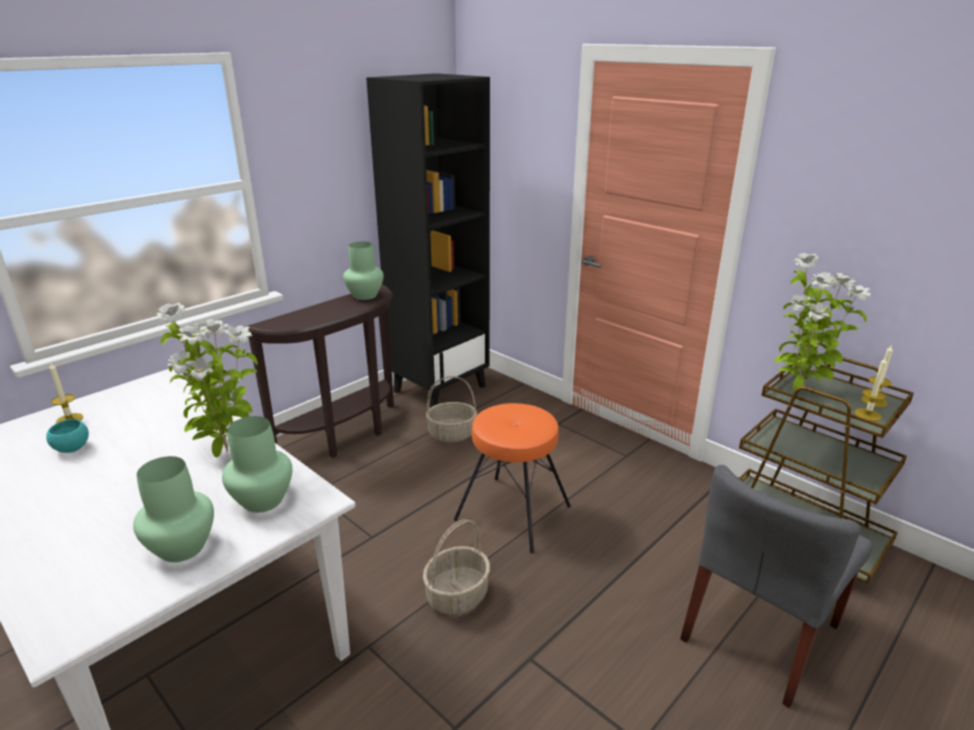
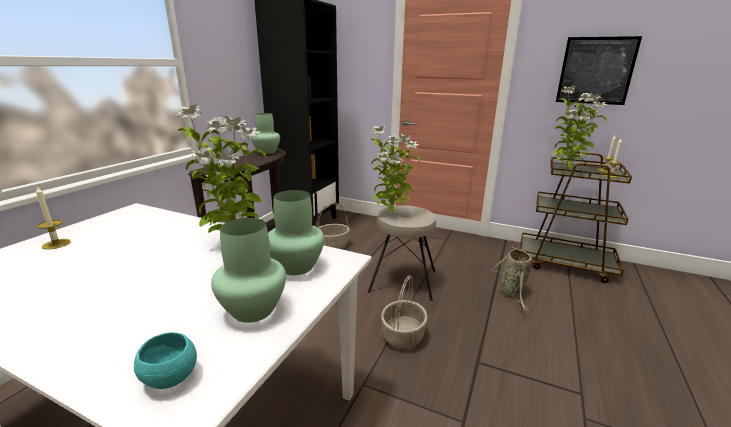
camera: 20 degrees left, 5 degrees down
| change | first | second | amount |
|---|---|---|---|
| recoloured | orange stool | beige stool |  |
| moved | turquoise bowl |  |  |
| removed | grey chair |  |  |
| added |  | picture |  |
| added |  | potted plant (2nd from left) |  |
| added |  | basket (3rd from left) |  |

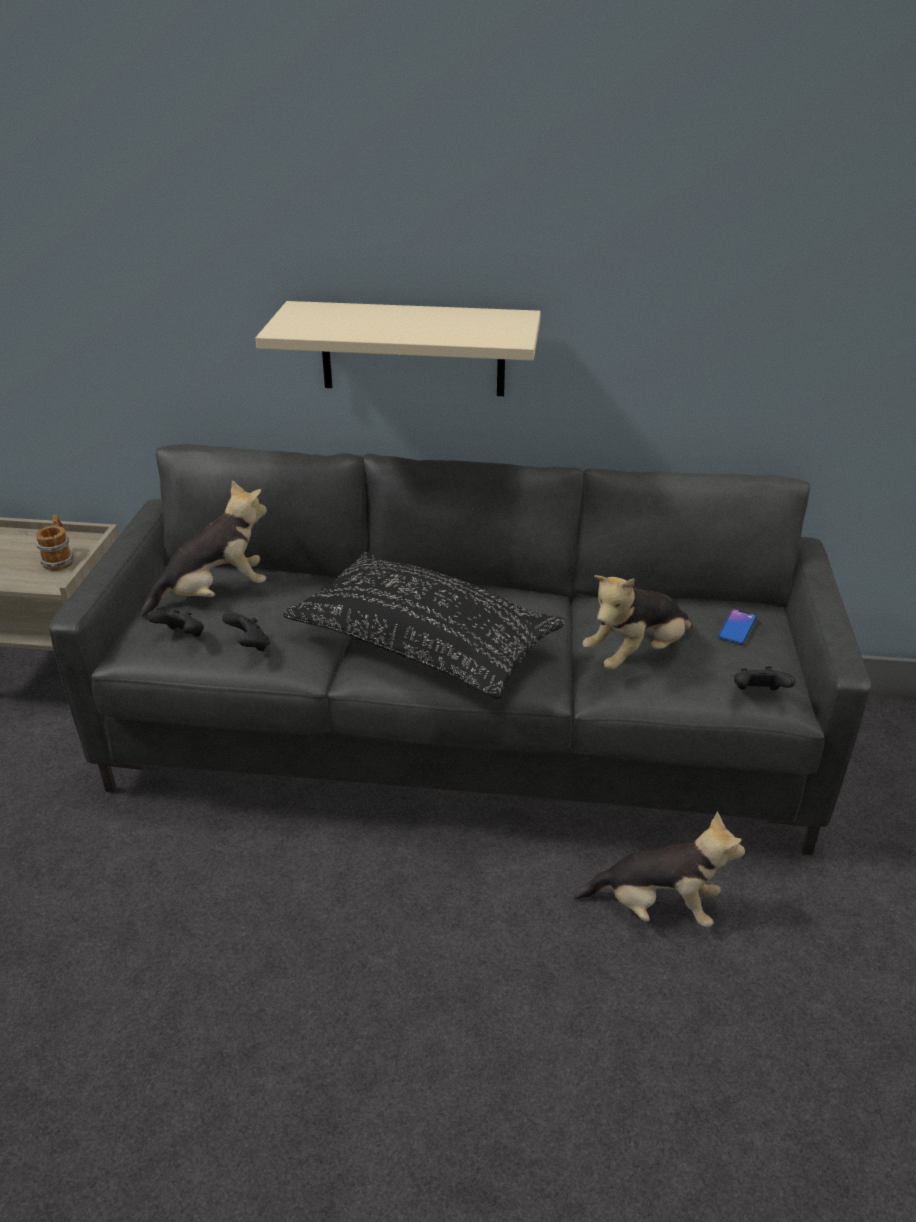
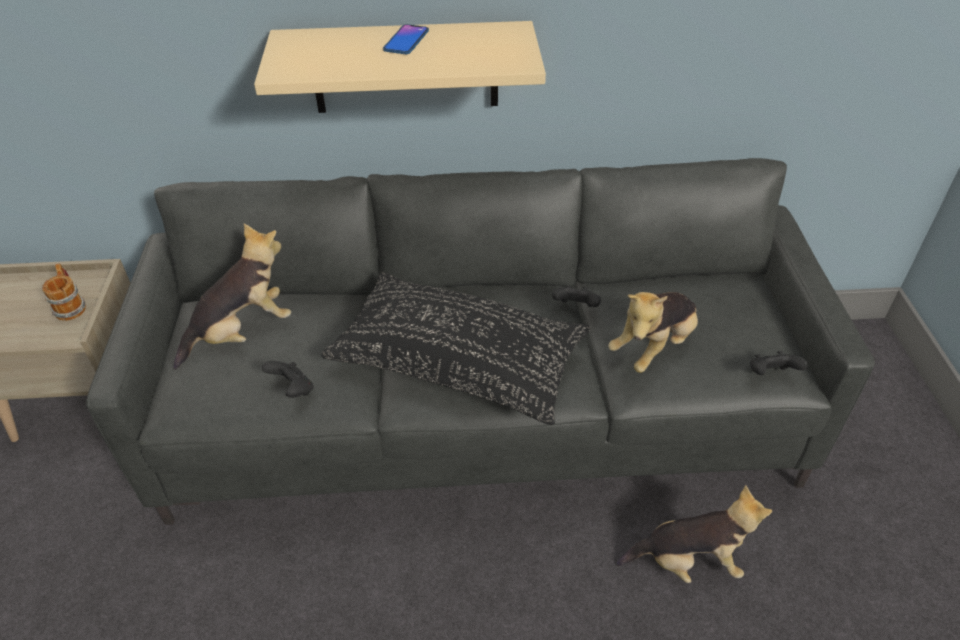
camera: 10 degrees left, 10 degrees up
| change | first | second | amount |
|---|---|---|---|
| moved | phone |  |  |
| moved | black game controller (1st from left in the first image) | black game controller (2nd from left) |  |

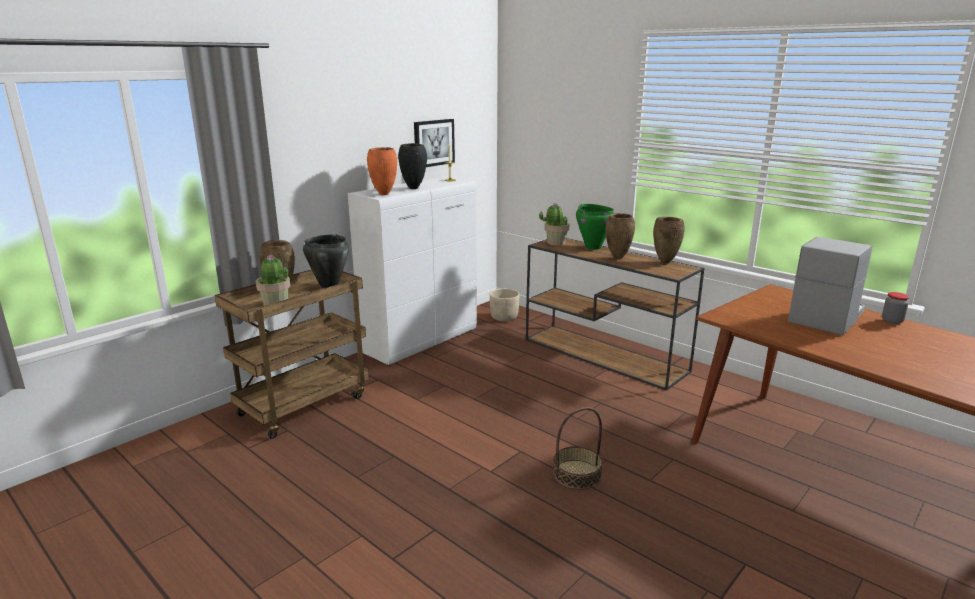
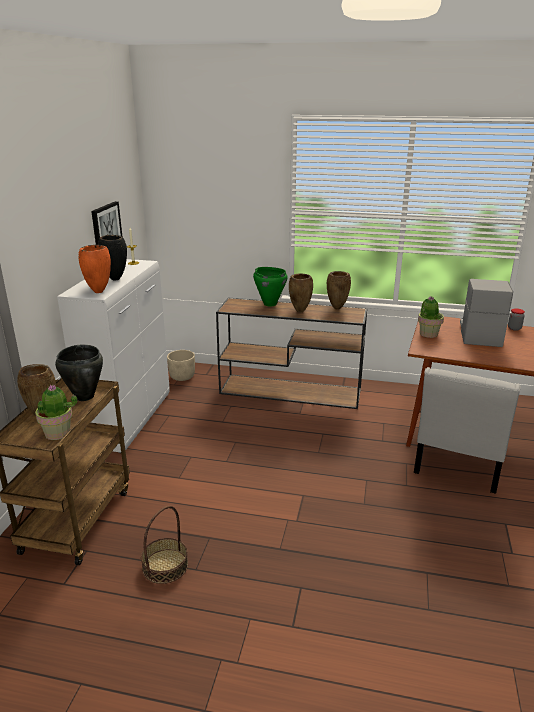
camera: 30 degrees left, 5 degrees up
| change | first | second | amount |
|---|---|---|---|
| moved | potted plant (2nd from left) |  |  |
| moved | basket |  |  |
| added |  | white chair |  |

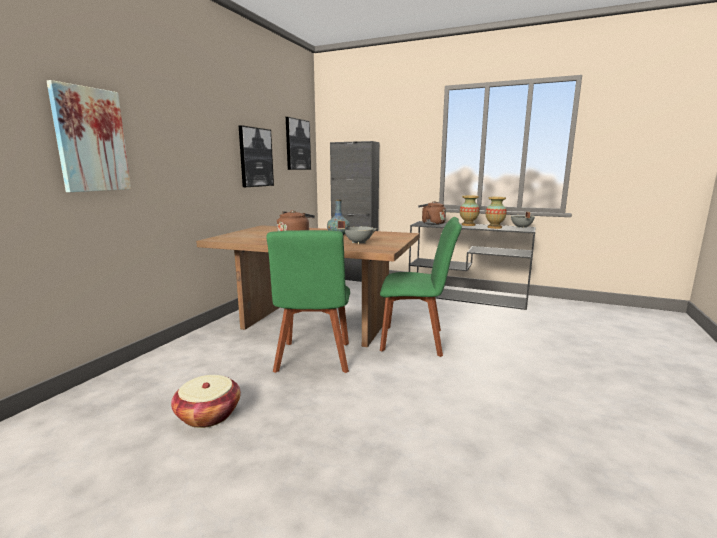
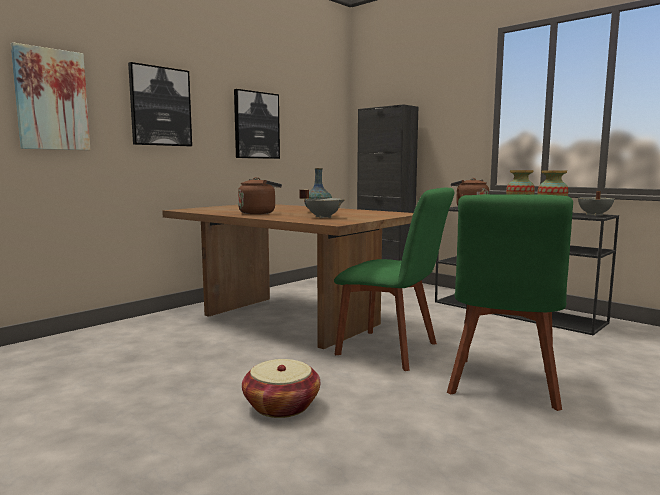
camera: 20 degrees right, 5 degrees down
| change | first | second | amount |
|---|---|---|---|
| moved | picture (3rd from left in the first image) | picture (2nd from left) |  |
| moved | green chair (1st from left in the first image) | green chair (2nd from left) |  |
| moved | basket |  |  |

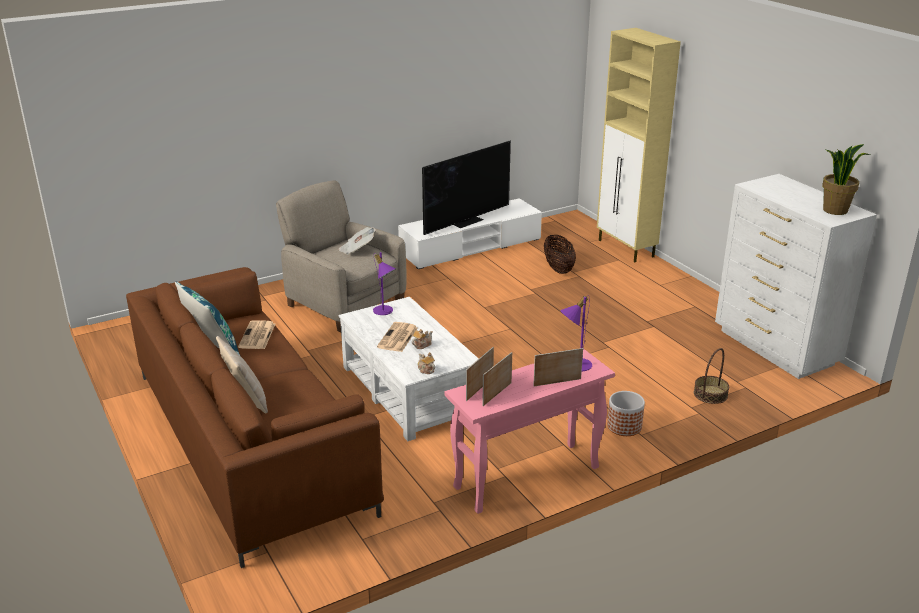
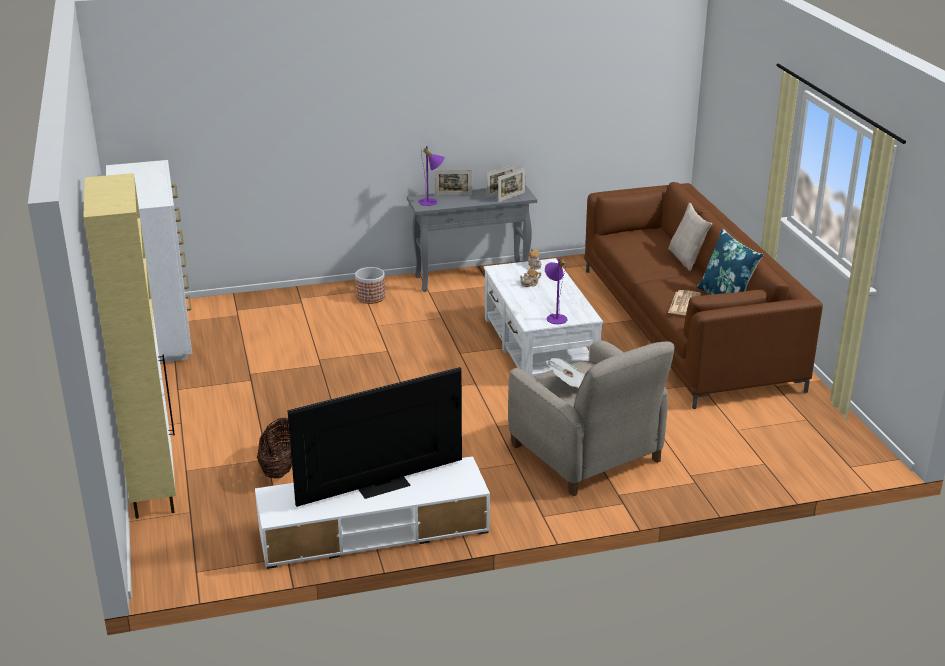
camera: 165 degrees left, 0 degrees up
| change | first | second | amount |
|---|---|---|---|
| removed | potted plant |  |  |
| removed | newspaper (3rd from left) |  |  |
| removed | basket (2nd from left) |  |  |
| recoloured | pink console table | grey console table |  |

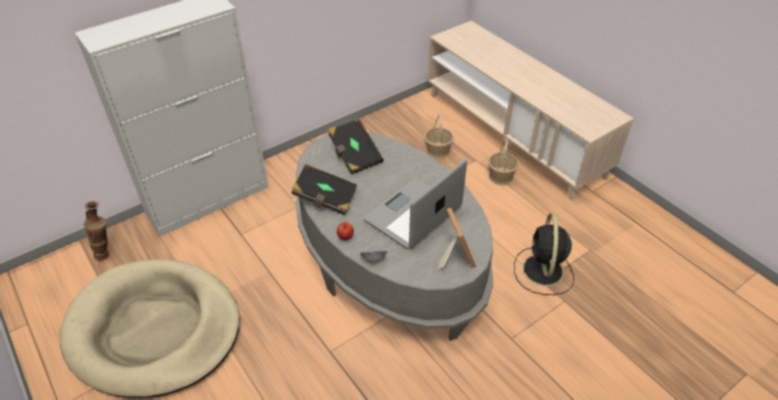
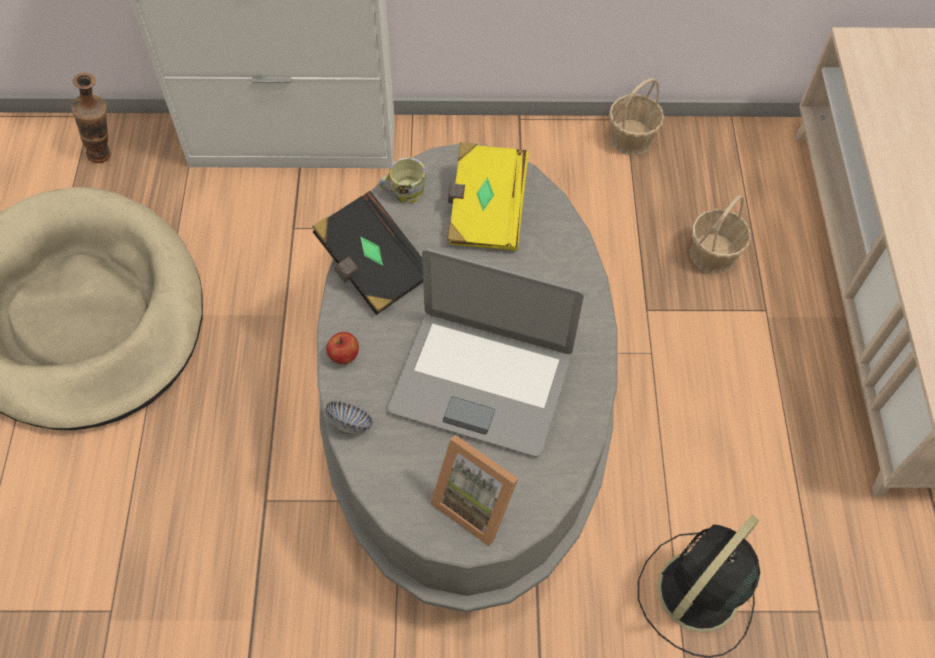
camera: 35 degrees right, 15 degrees up
| change | first | second | amount |
|---|---|---|---|
| recoloured | black book (2nd from left) | yellow book |  |
| moved | basket (2nd from left in the first image) | basket (1st from left) |  |
| turned | laptop |  | 150 degrees counterclockwise |
| turned | picture frame |  | 105 degrees clockwise |
| added |  | mug |  |

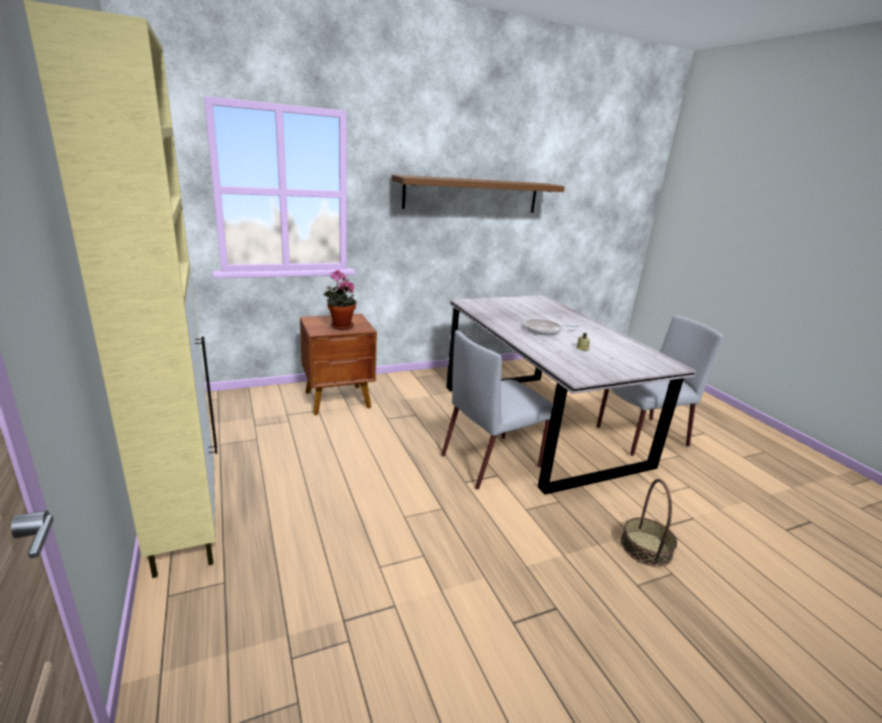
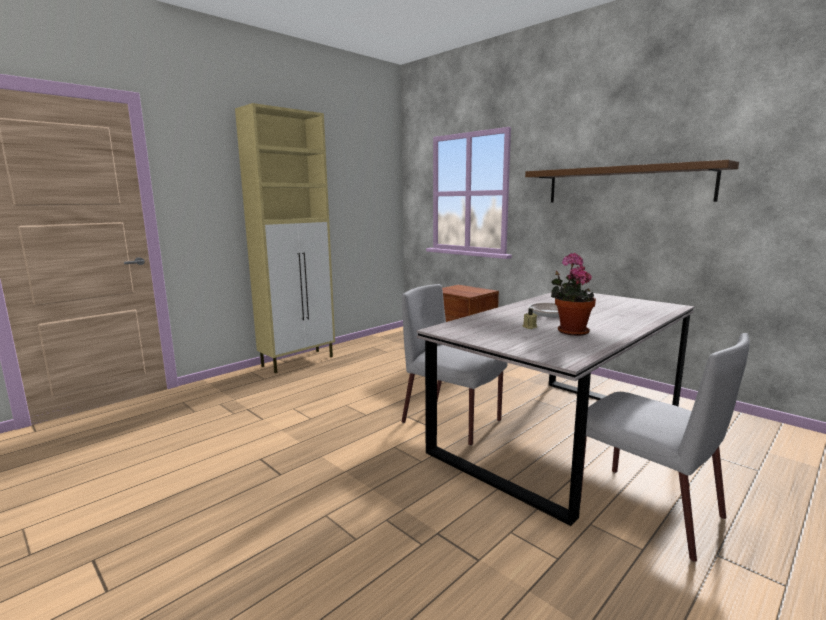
camera: 70 degrees right, 10 degrees down
| change | first | second | amount |
|---|---|---|---|
| moved | potted plant |  |  |
| removed | basket |  |  |

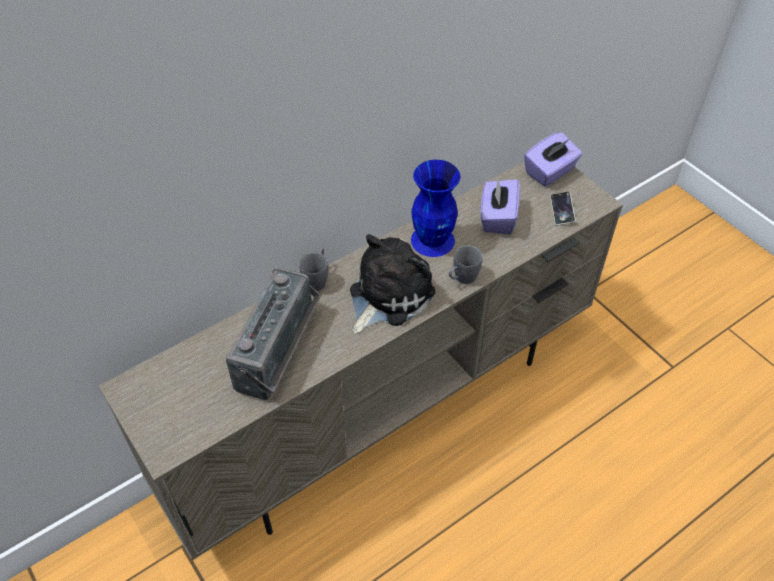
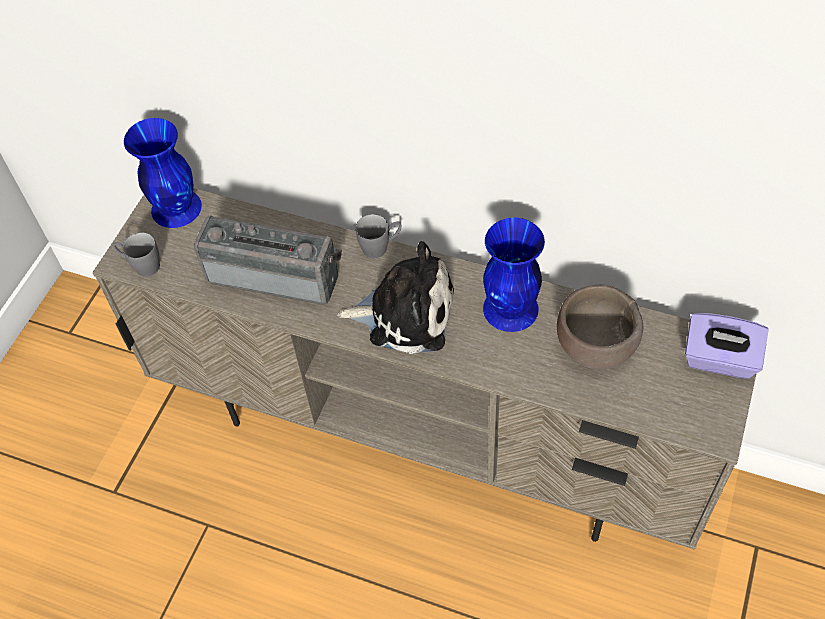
camera: 60 degrees right, 5 degrees up
| change | first | second | amount |
|---|---|---|---|
| replaced | purple tissue box (1st from left) | brown bowl |  |
| removed | phone |  |  |
| moved | grey mug (2nd from left in the first image) | grey mug (1st from left) |  |
| turned | radio |  | 150 degrees counterclockwise |
| added |  | blue vase (1st from left) |  |

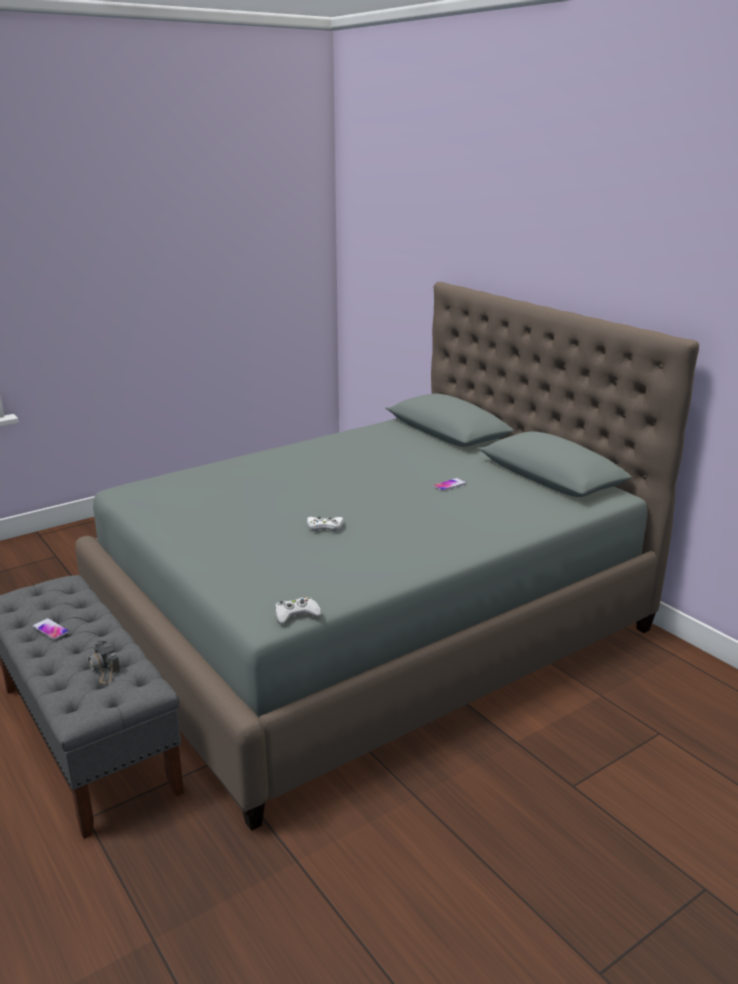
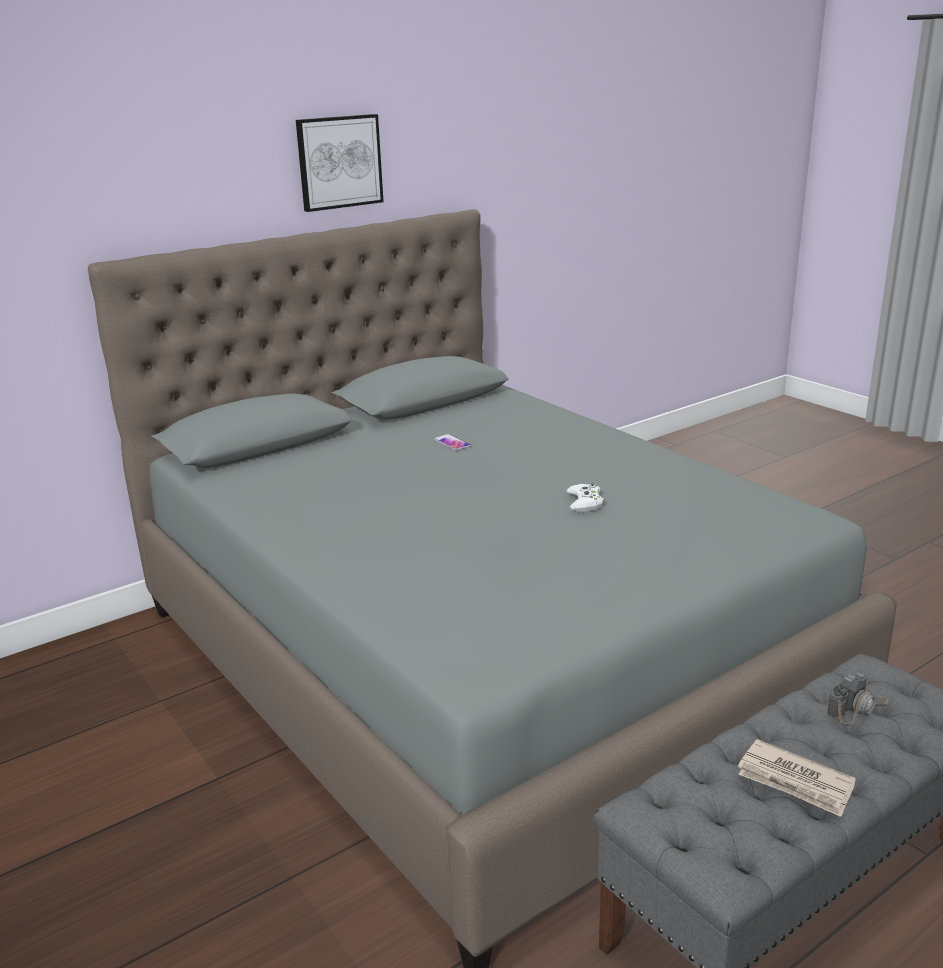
camera: 90 degrees left, 0 degrees up
| change | first | second | amount |
|---|---|---|---|
| removed | white game controller (1st from left) |  |  |
| replaced | phone (1st from left) | newspaper |  |
| added |  | picture |  |

